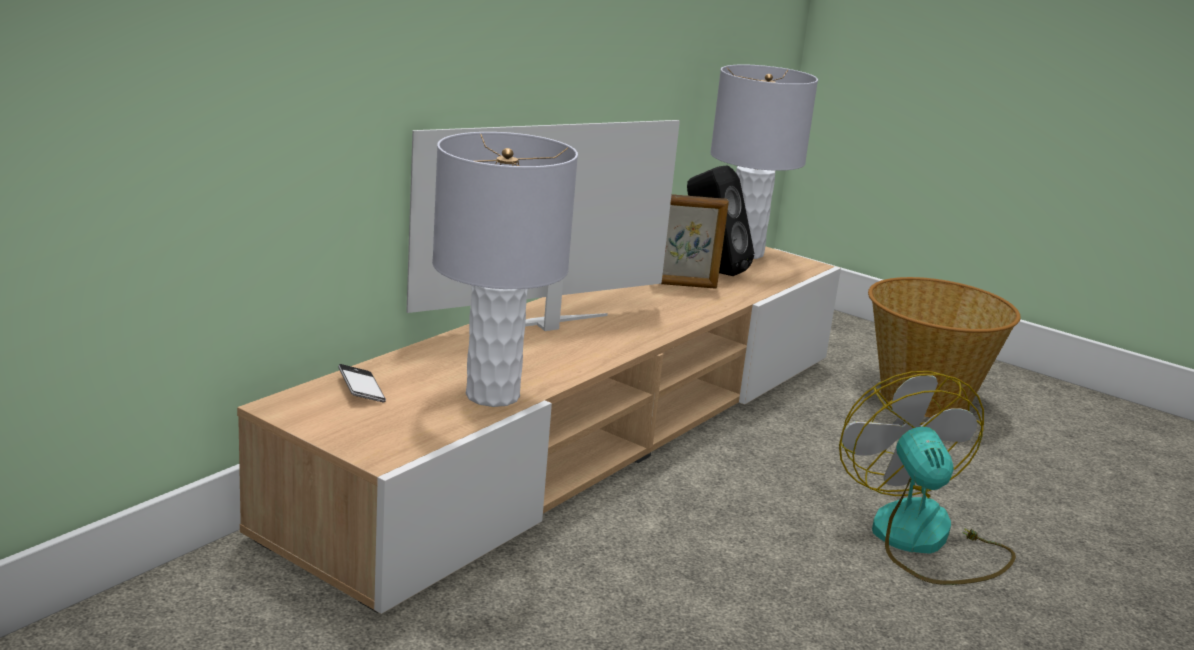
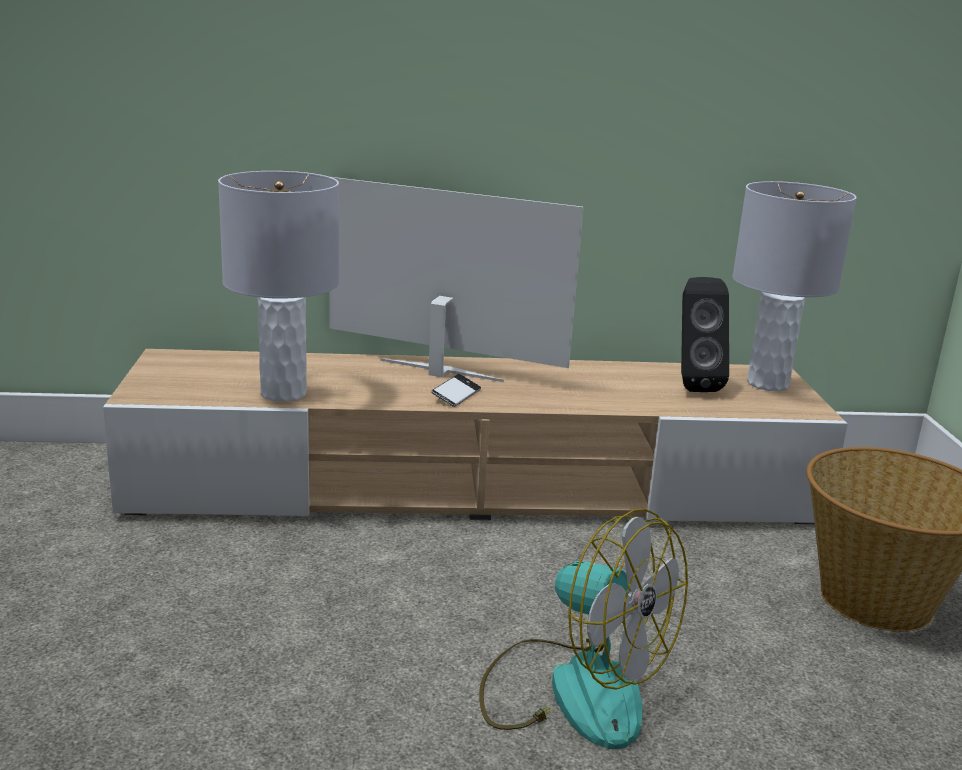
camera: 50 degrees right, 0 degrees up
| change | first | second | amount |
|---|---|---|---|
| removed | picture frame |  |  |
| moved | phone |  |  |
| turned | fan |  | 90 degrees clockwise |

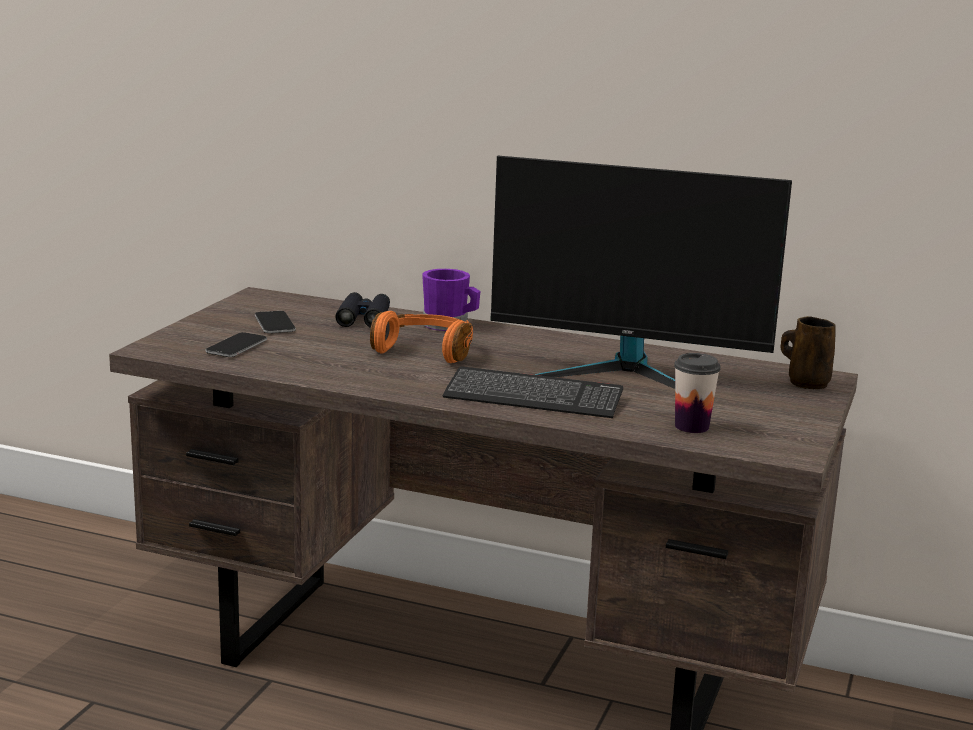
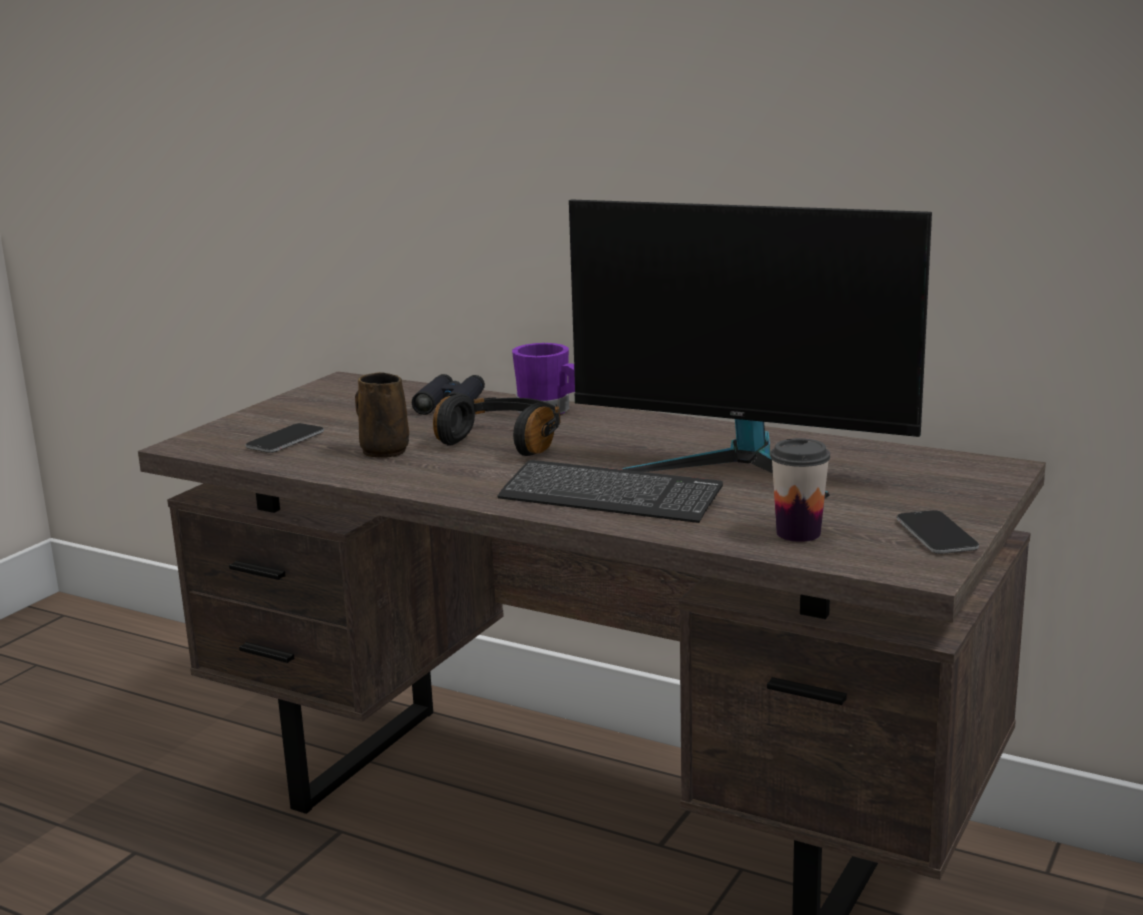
camera: 10 degrees right, 0 degrees up
| change | first | second | amount |
|---|---|---|---|
| moved | phone (2nd from left) |  |  |
| recoloured | orange headphones | black headphones |  |
| moved | brown mug |  |  |

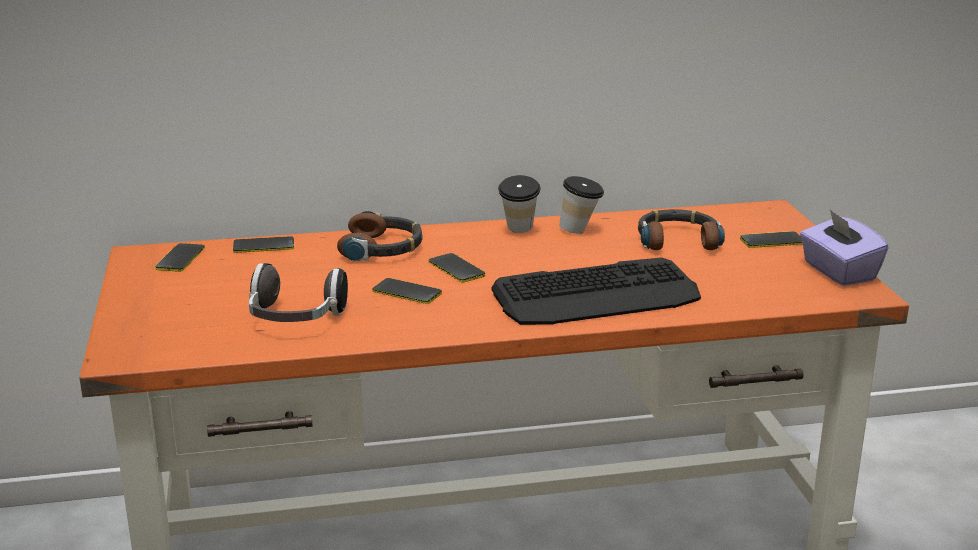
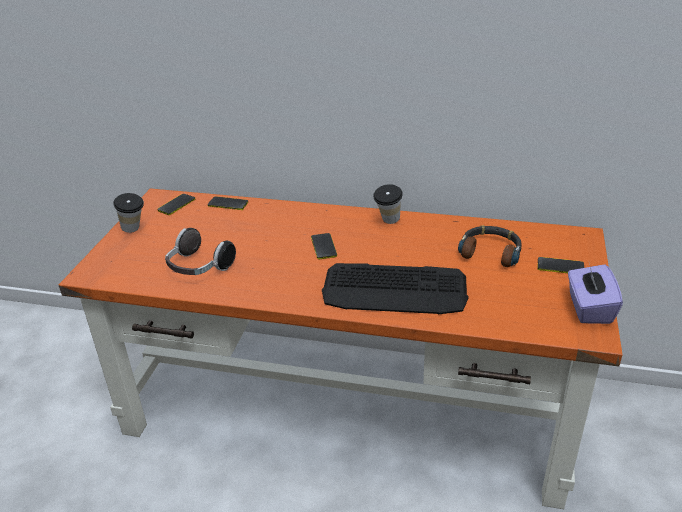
camera: 25 degrees right, 10 degrees up
| change | first | second | amount |
|---|---|---|---|
| moved | cup (2nd from left in the first image) | cup (1st from left) |  |
| removed | headphones (2nd from left) |  |  |
| removed | phone (3rd from left) |  |  |

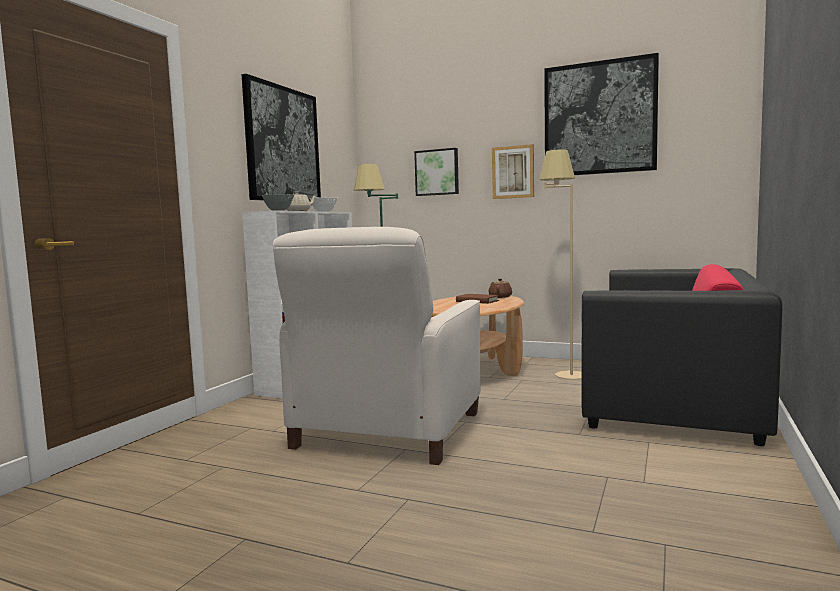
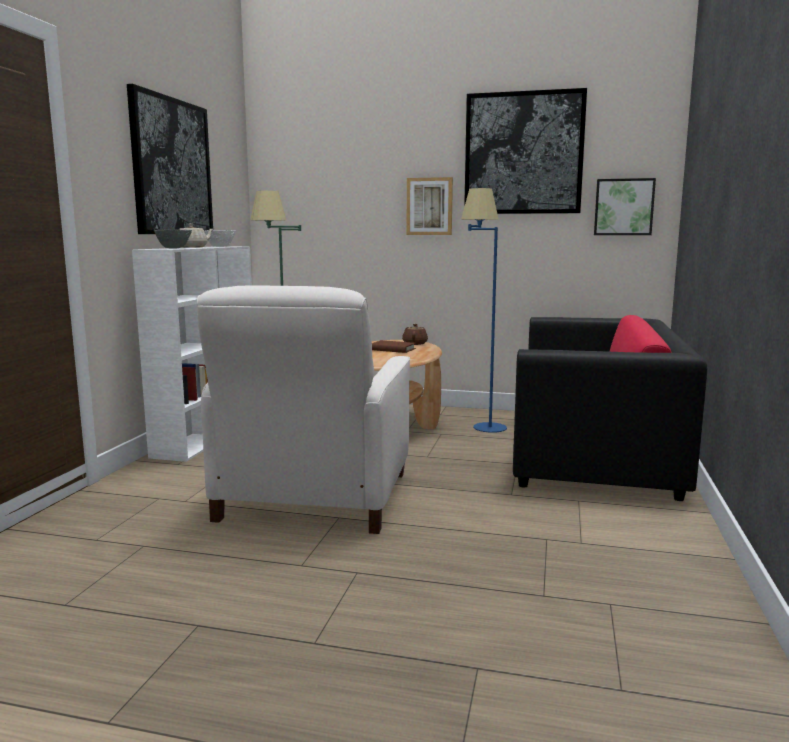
camera: 10 degrees left, 5 degrees up
| change | first | second | amount |
|---|---|---|---|
| moved | picture (2nd from left in the first image) | picture (4th from left) |  |
| recoloured | beige floor lamp | blue floor lamp |  |

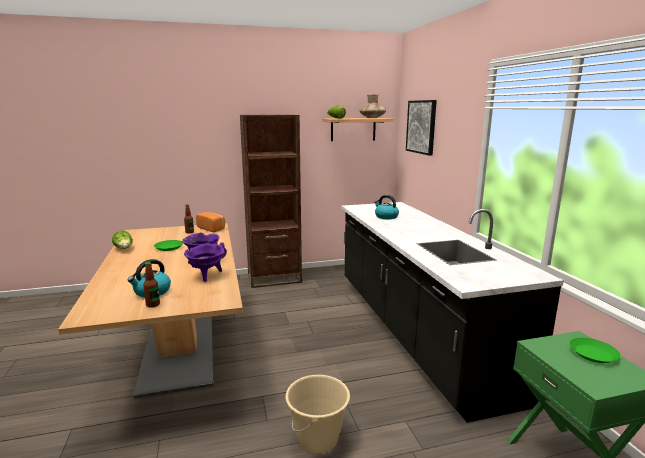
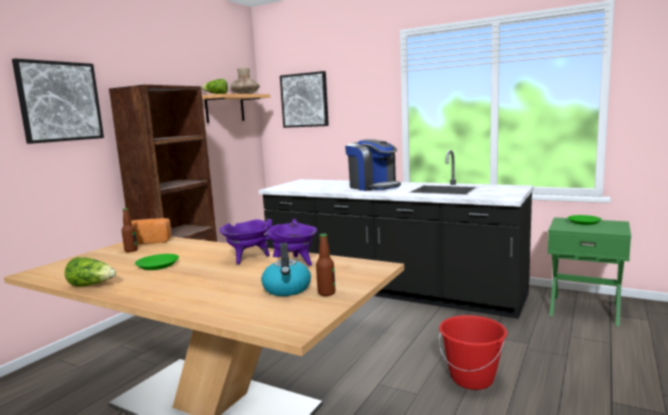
camera: 45 degrees left, 5 degrees down
| change | first | second | amount |
|---|---|---|---|
| removed | kettle (2nd from left) |  |  |
| recoloured | beige bucket | red bucket |  |
| added |  | picture (1st from left) |  |
| added |  | coffee machine |  |

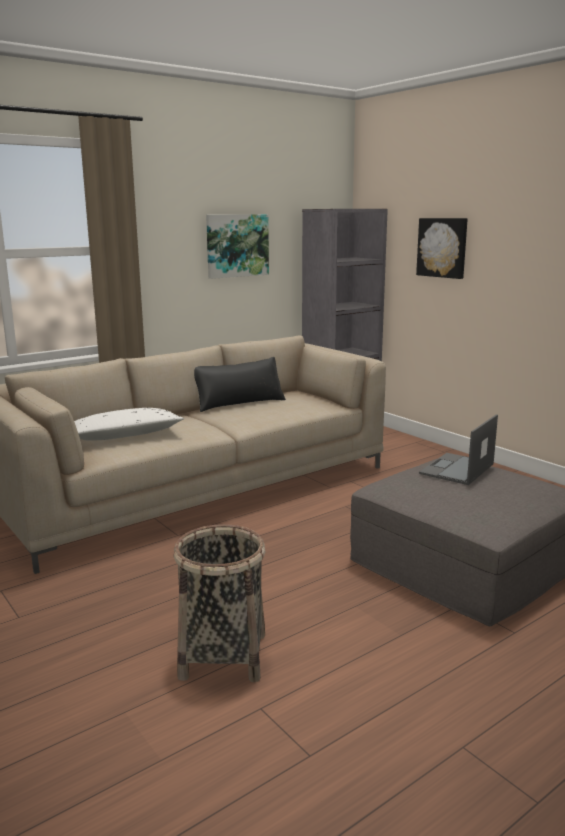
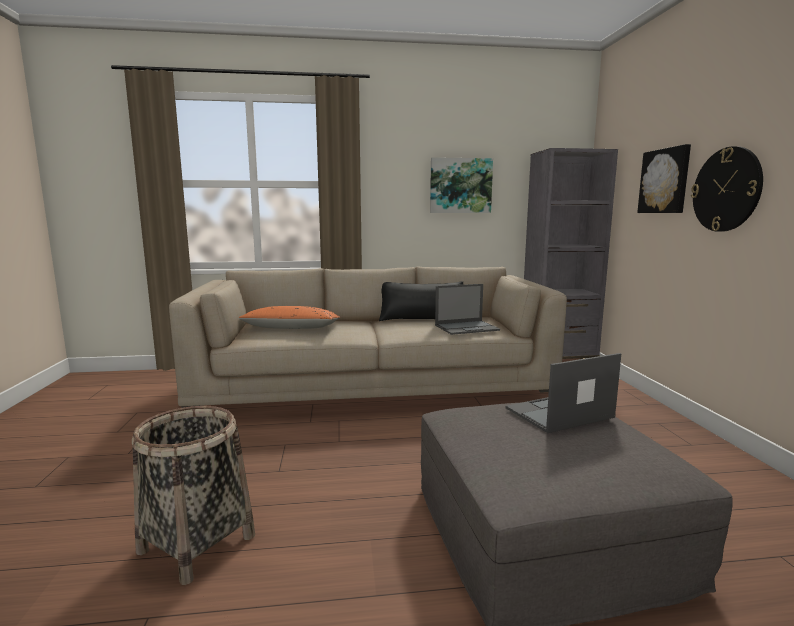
camera: 30 degrees right, 5 degrees down
| change | first | second | amount |
|---|---|---|---|
| recoloured | white pillow | orange pillow |  |
| added |  | wall clock |  |
| added |  | laptop (1st from left) |  |

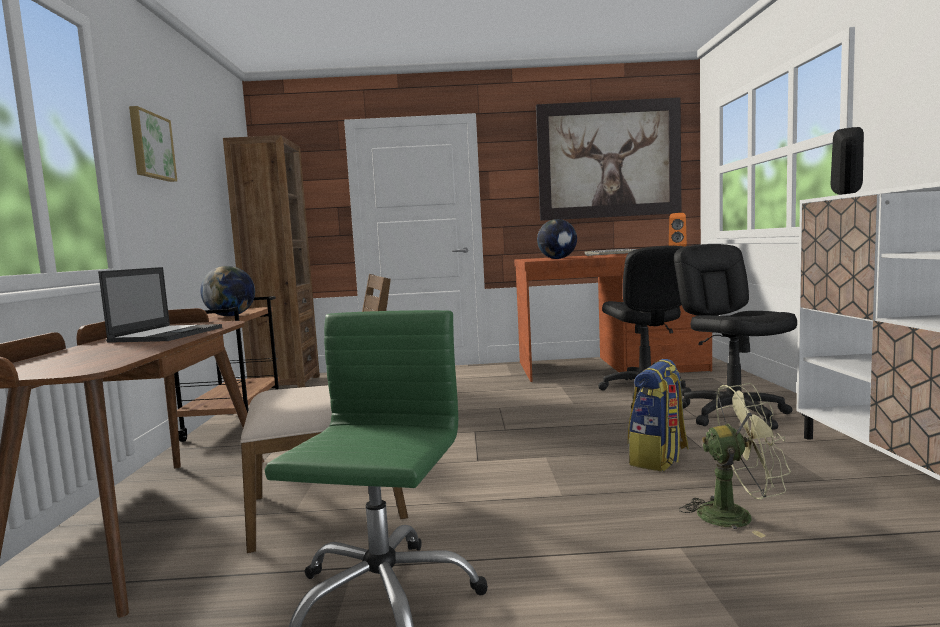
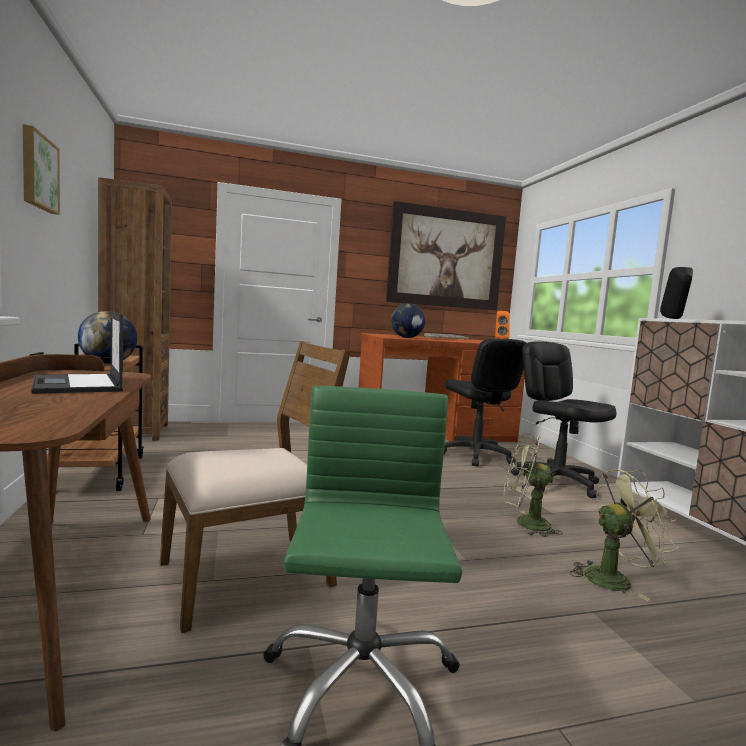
camera: 15 degrees left, 0 degrees up
| change | first | second | amount |
|---|---|---|---|
| turned | laptop |  | 150 degrees clockwise |
| replaced | backpack | green fan (1st from left) |  |

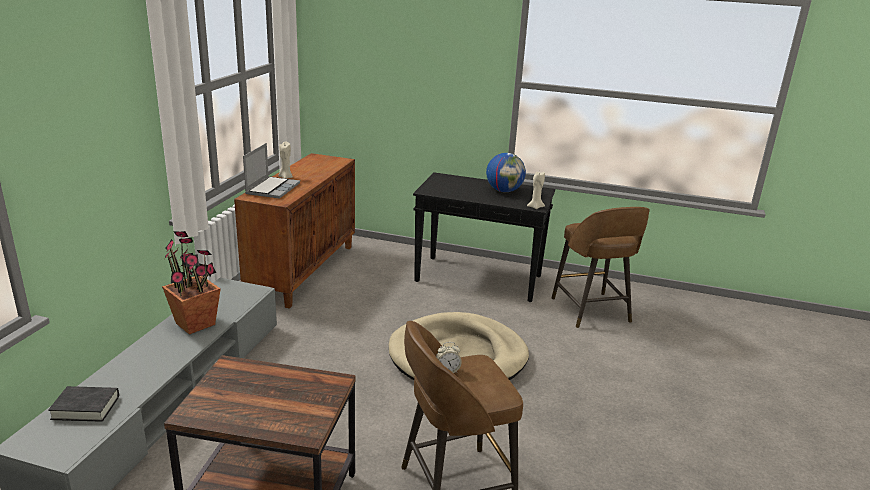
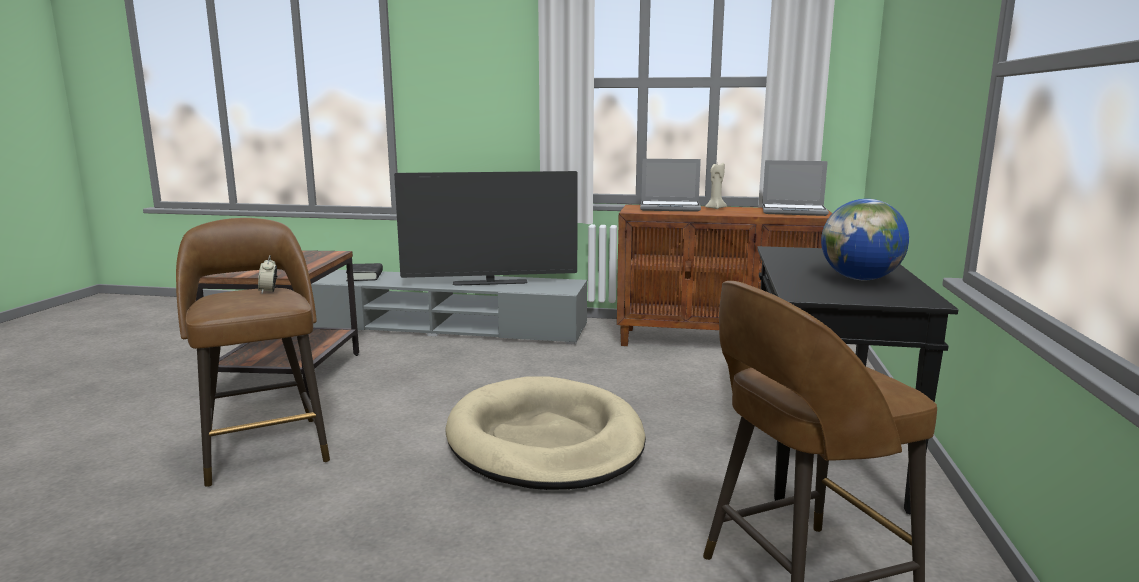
camera: 85 degrees right, 10 degrees down
| change | first | second | amount |
|---|---|---|---|
| removed | beige candle (2nd from left) |  |  |
| replaced | potted plant | television |  |
| added |  | laptop (2nd from left) |  |

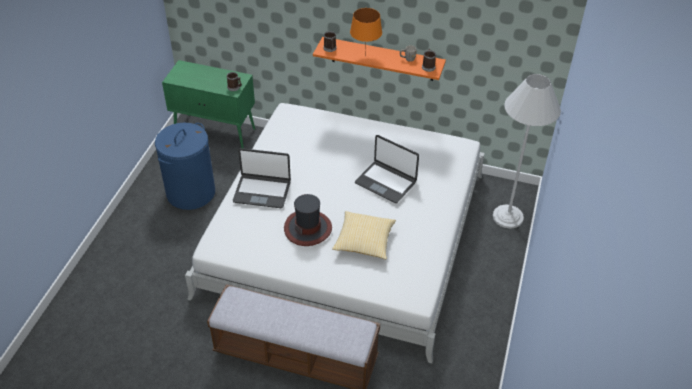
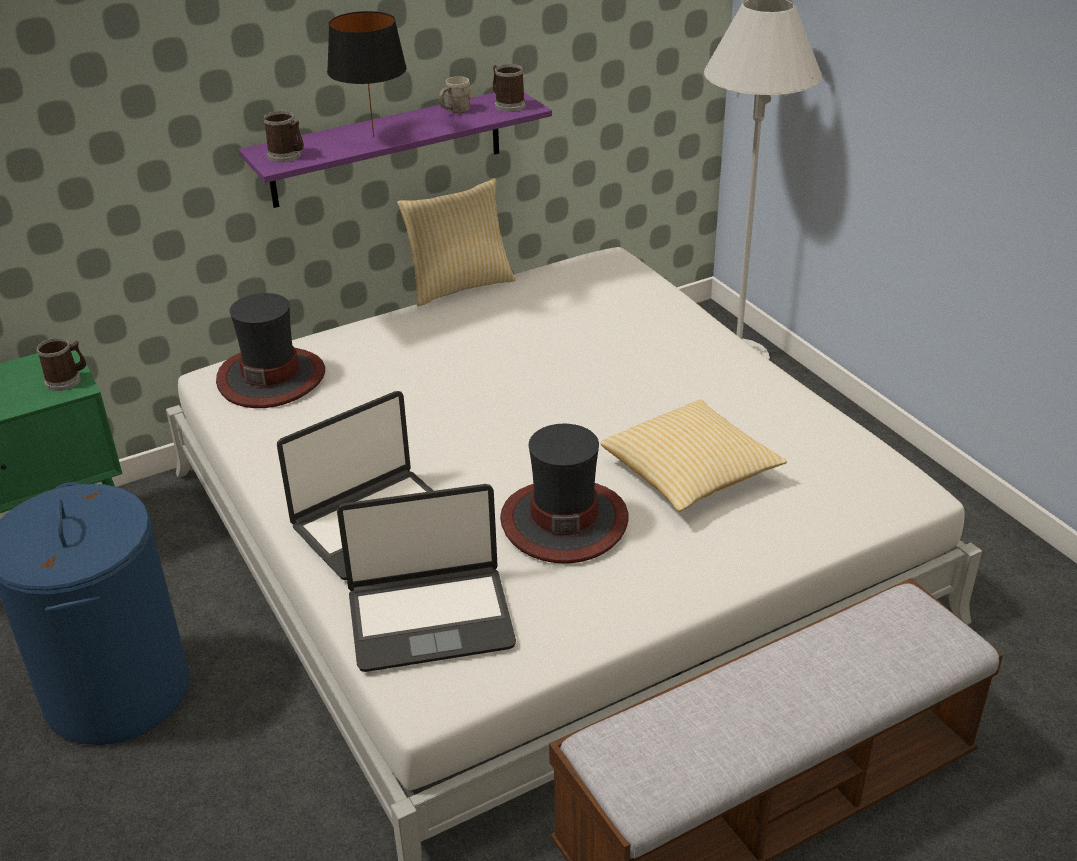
camera: 45 degrees left, 10 degrees down
| change | first | second | amount |
|---|---|---|---|
| recoloured | orange table lamp | black table lamp |  |
| recoloured | orange shelf | purple shelf |  |
| moved | laptop (2nd from left) |  |  |
| added |  | pillow (1st from left) |  |
| added |  | hat (1st from left) |  |

